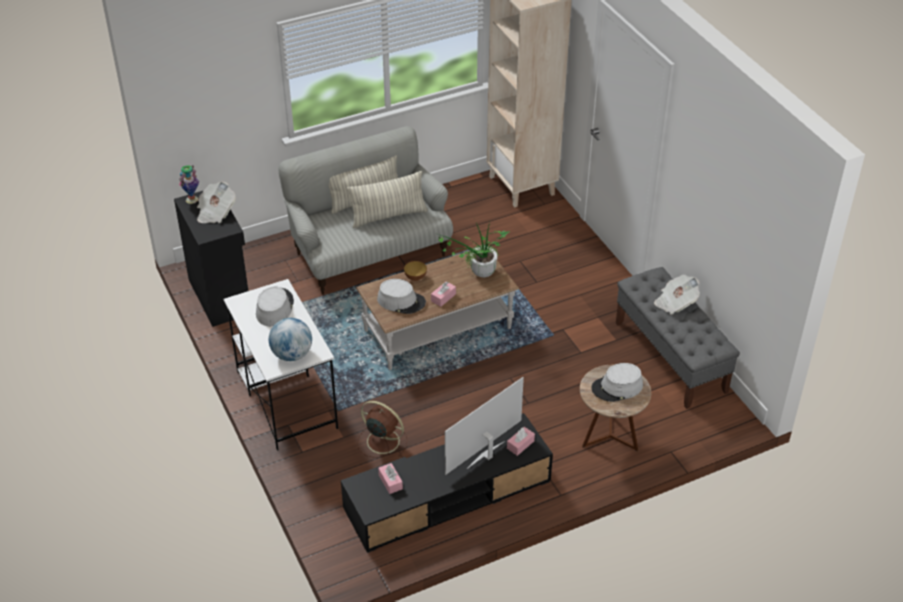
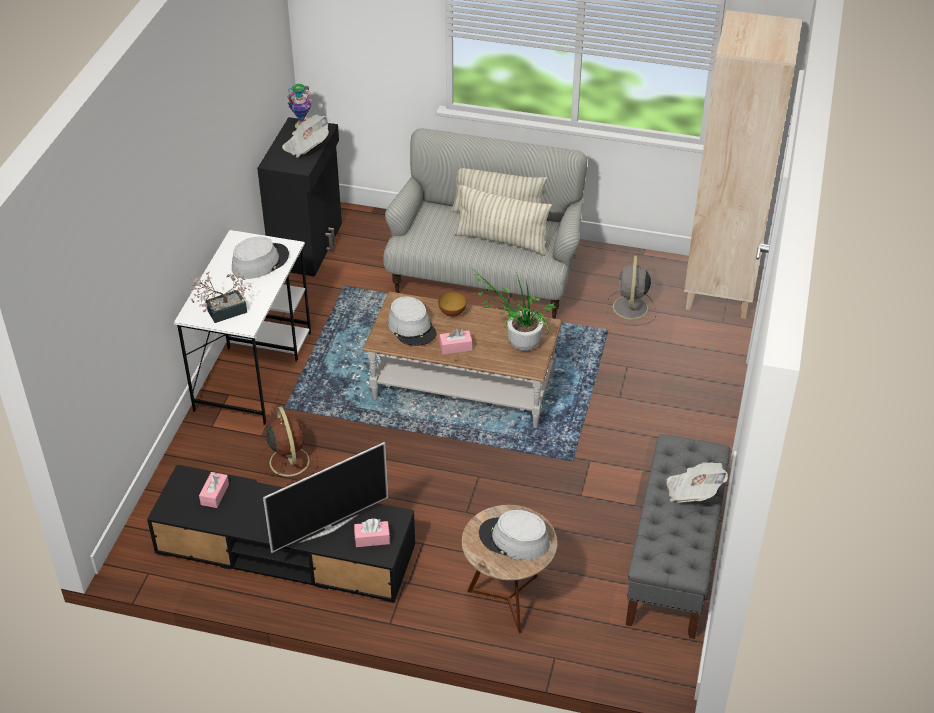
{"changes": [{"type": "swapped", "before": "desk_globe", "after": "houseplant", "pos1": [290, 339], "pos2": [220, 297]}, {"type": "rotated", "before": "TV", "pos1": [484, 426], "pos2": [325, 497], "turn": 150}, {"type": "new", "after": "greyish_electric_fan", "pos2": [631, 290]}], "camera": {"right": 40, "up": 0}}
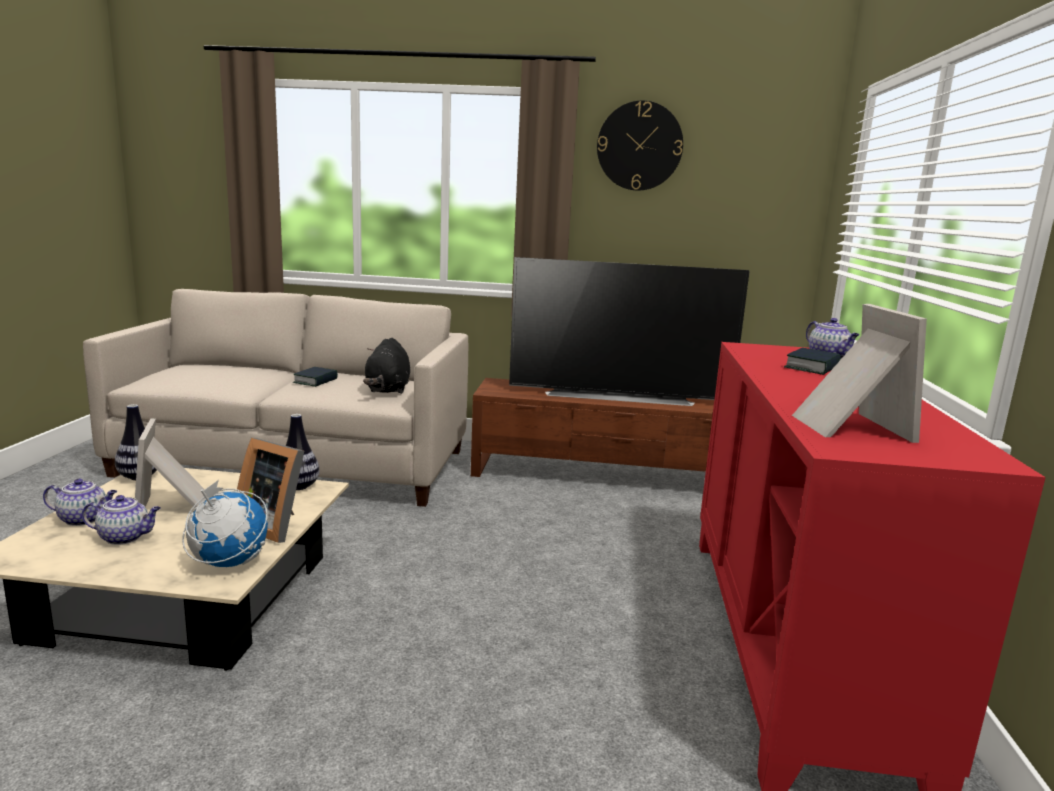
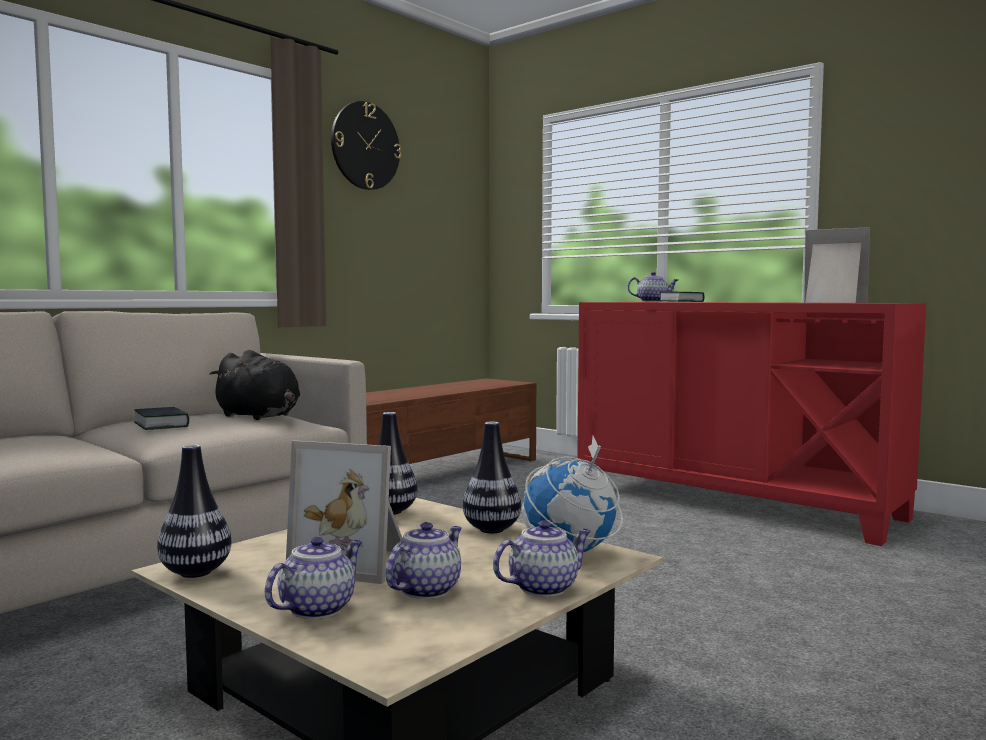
{"changes": [{"type": "swapped", "before": "photo_frame", "after": "vase", "pos1": [270, 490], "pos2": [492, 477]}, {"type": "new", "after": "pot_for_tea", "pos2": [542, 558]}, {"type": "gone", "before": "TV", "pos1": [629, 331]}], "camera": {"right": -55, "up": -10}}
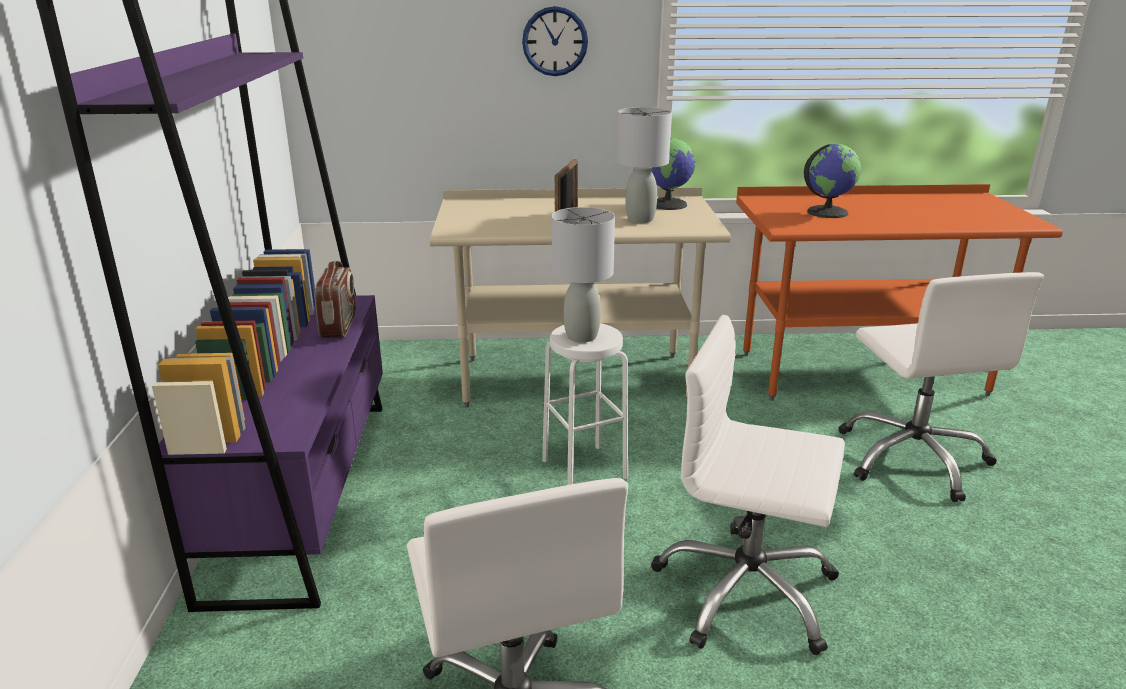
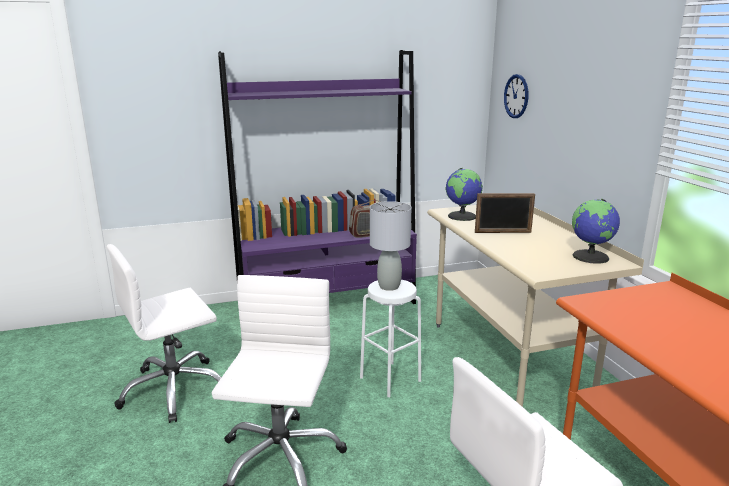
{"changes": [{"type": "shifted", "before": "desk_globe", "pos1": [832, 181], "pos2": [464, 194]}, {"type": "shifted", "before": "clock_on_the_wall", "pos1": [555, 41], "pos2": [516, 96]}, {"type": "gone", "before": "greyish_tabletop_lamp", "pos1": [644, 165]}], "camera": {"right": 75, "up": -5}}
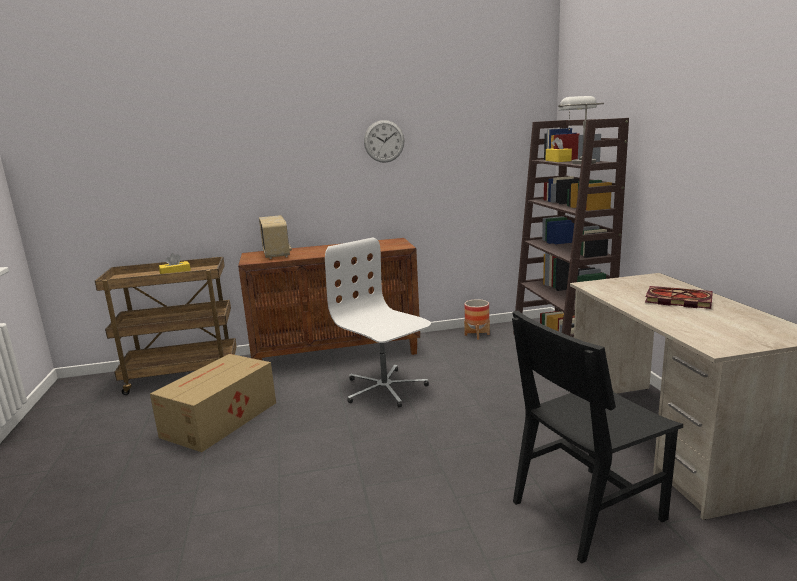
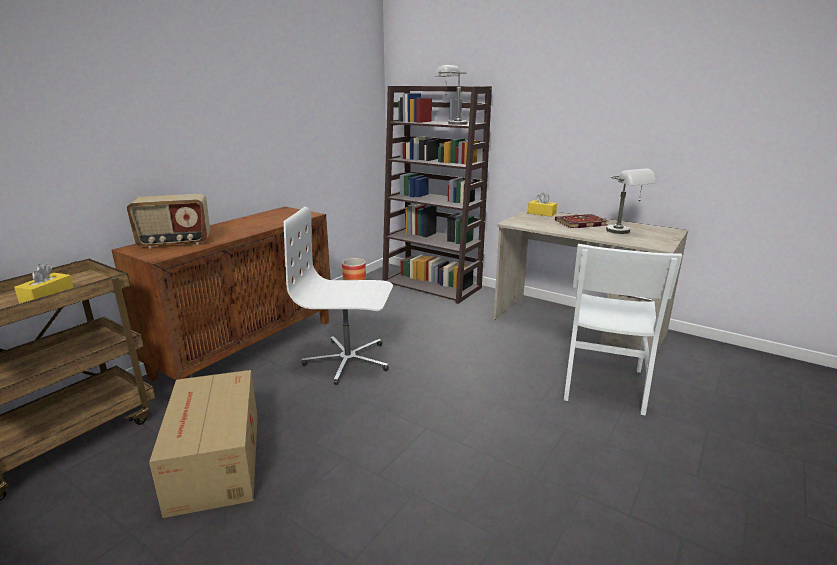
{"changes": [{"type": "rotated", "before": "radio", "pos1": [275, 237], "pos2": [168, 221], "turn": 135}, {"type": "shifted", "before": "yellowish_tissue_holder", "pos1": [559, 149], "pos2": [542, 204]}, {"type": "repainted", "before": "black_chair", "after": "whitish_chair", "pos1": [597, 437], "pos2": [623, 330]}, {"type": "new", "after": "greyish_tabletop_lamp", "pos2": [631, 201]}, {"type": "gone", "before": "clock_on_the_wall", "pos1": [384, 141]}], "camera": {"right": -45, "up": 5}}
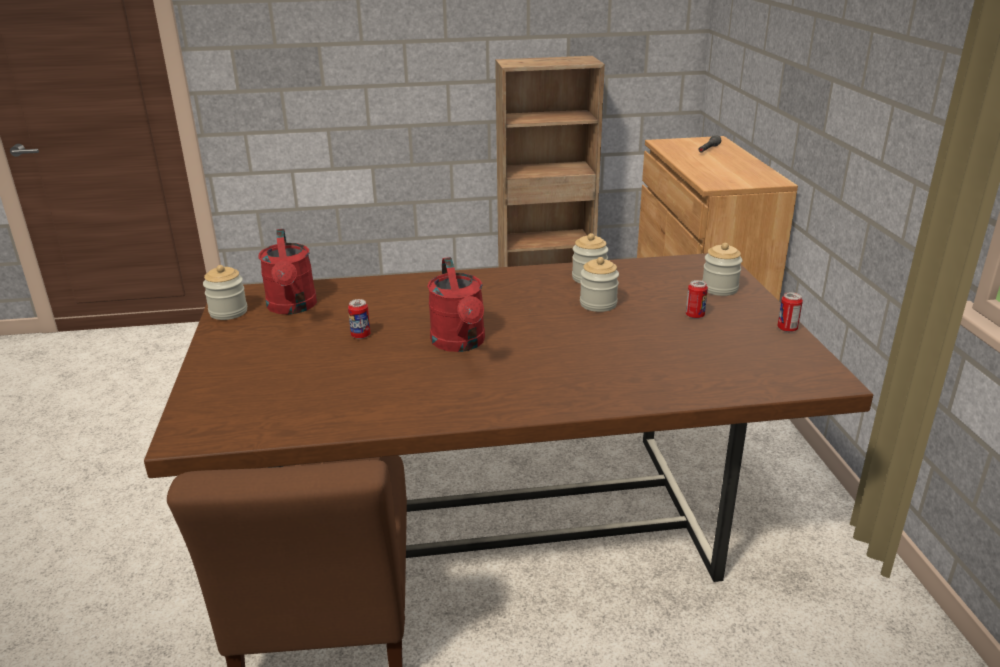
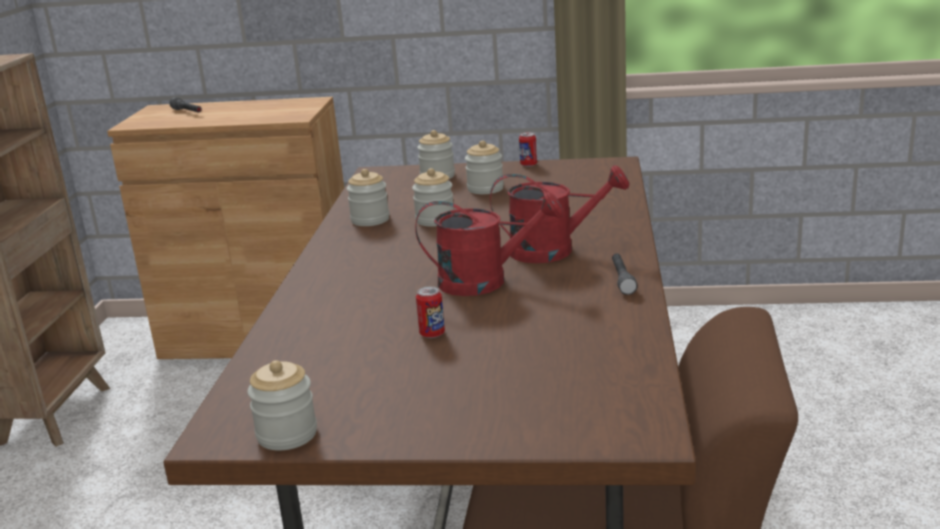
{"changes": [{"type": "swapped", "before": "metal_can", "after": "storage_jar", "pos1": [697, 299], "pos2": [484, 167]}, {"type": "shifted", "before": "reddish_watering_pot", "pos1": [288, 271], "pos2": [559, 214]}, {"type": "new", "after": "greyish_torch", "pos2": [624, 274]}], "camera": {"right": -75, "up": -5}}
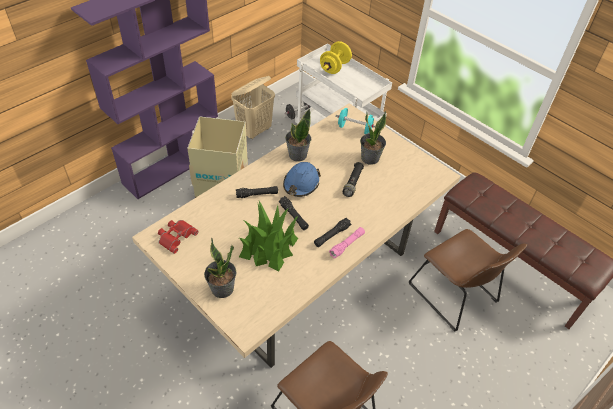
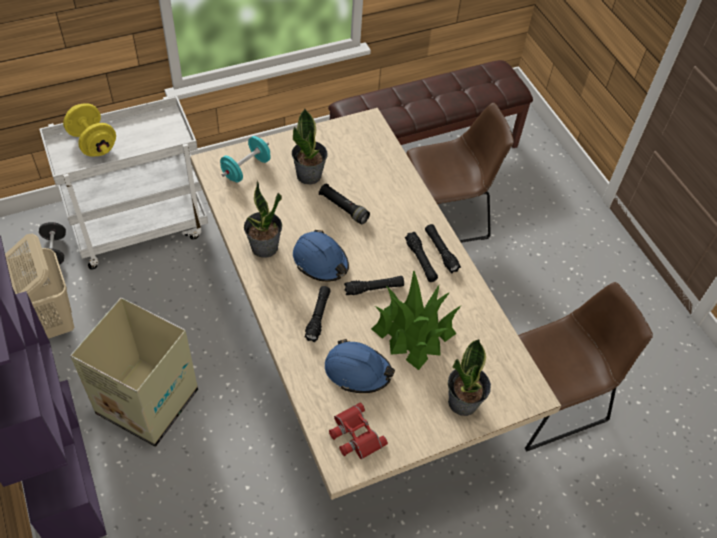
{"changes": [{"type": "new", "after": "blue_hard_hat", "pos2": [360, 366]}, {"type": "repainted", "before": "pink-coloured_torch", "after": "black_torch", "pos1": [347, 242], "pos2": [443, 248]}], "camera": {"right": -70, "up": 5}}
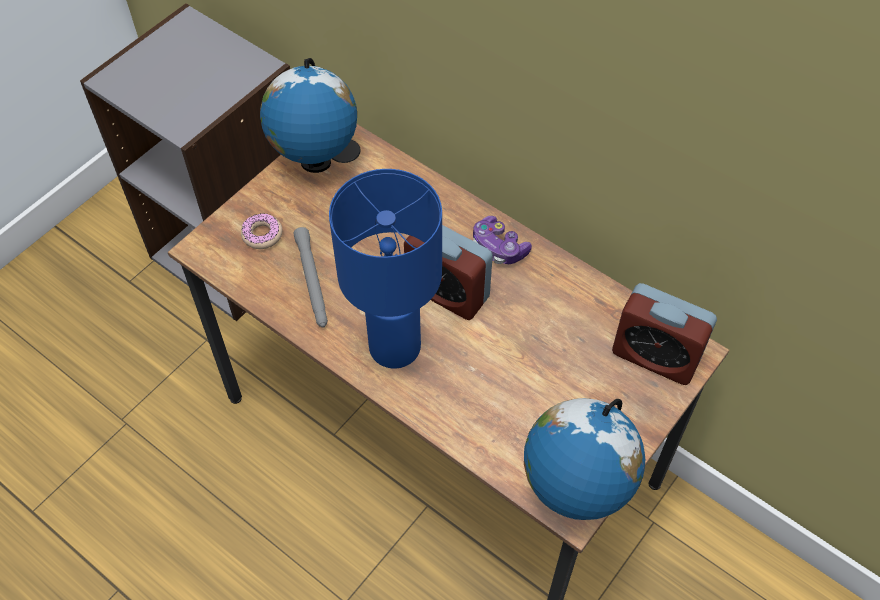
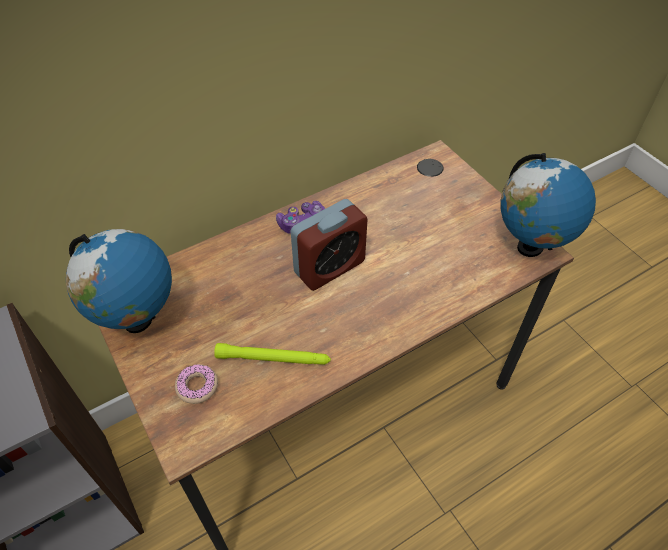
{"changes": [{"type": "repainted", "before": "greyish_torch", "after": "green_torch", "pos1": [310, 277], "pos2": [272, 354]}, {"type": "gone", "before": "blue_tabletop_lamp", "pos1": [385, 269]}, {"type": "gone", "before": "alarm_clock", "pos1": [664, 334]}], "camera": {"right": -70, "up": -5}}
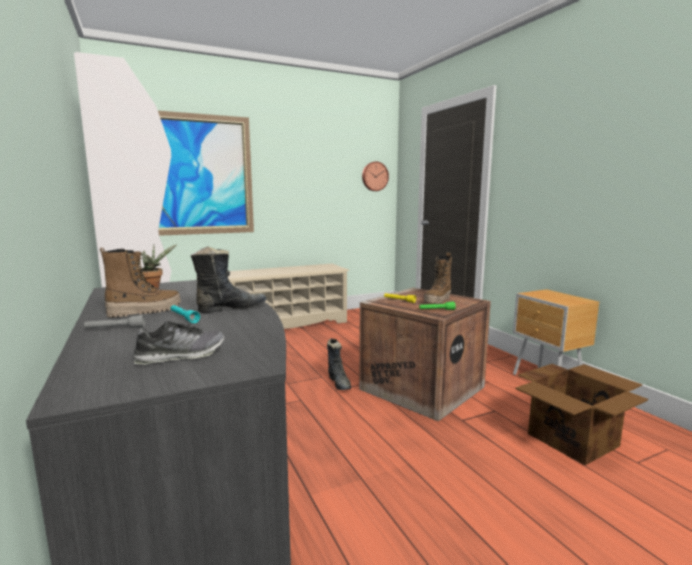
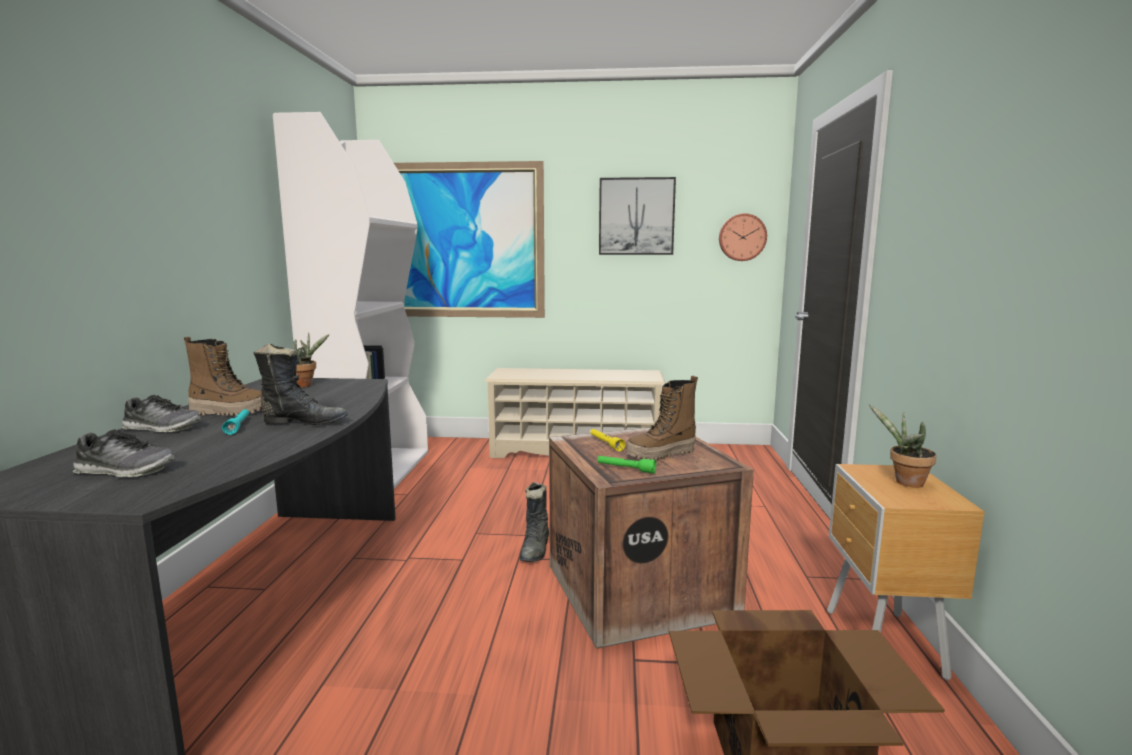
{"changes": [{"type": "swapped", "before": "greyish_torch", "after": "low_shoe", "pos1": [114, 321], "pos2": [161, 413]}, {"type": "new", "after": "wall_picture", "pos2": [637, 216]}, {"type": "new", "after": "houseplant", "pos2": [903, 446]}], "camera": {"right": 30, "up": 0}}
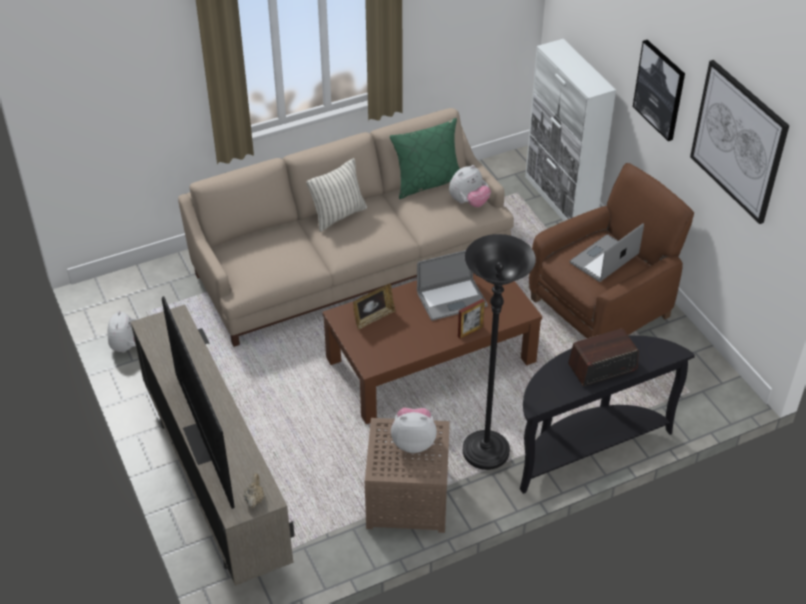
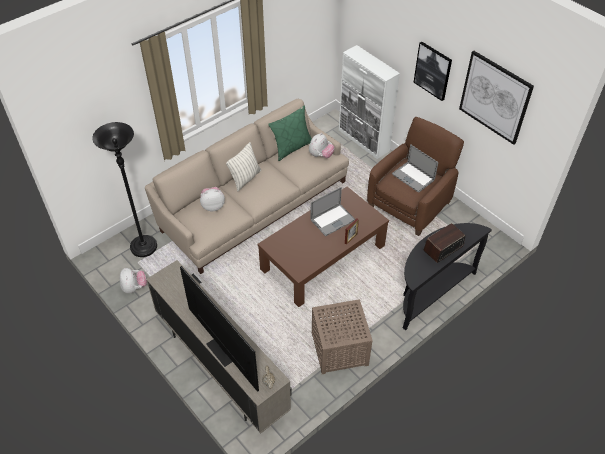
{"changes": [{"type": "shifted", "before": "black_standard_lamp", "pos1": [499, 352], "pos2": [124, 189]}, {"type": "shifted", "before": "plush_toy", "pos1": [414, 430], "pos2": [212, 199]}, {"type": "rotated", "before": "portable_computer", "pos1": [606, 253], "pos2": [415, 168], "turn": -75}, {"type": "gone", "before": "photo_frame", "pos1": [374, 307]}], "camera": {"right": -15, "up": 5}}
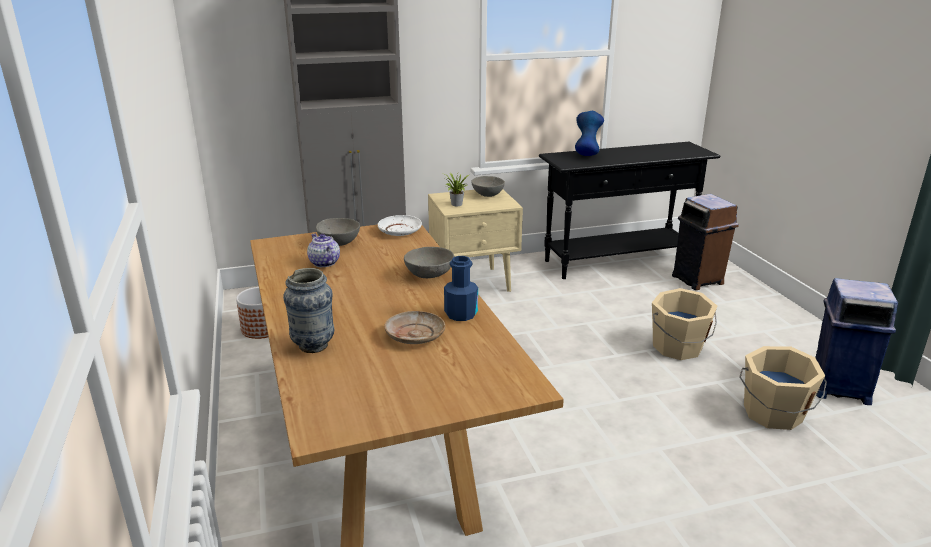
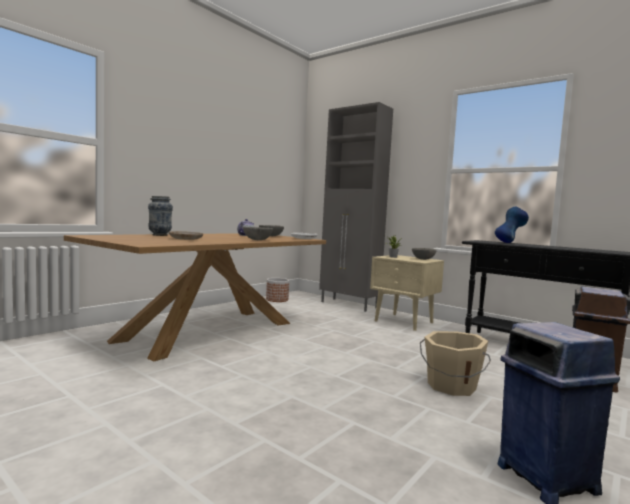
{"changes": [{"type": "gone", "before": "blue_bottle", "pos1": [461, 288]}, {"type": "gone", "before": "beige-coloured_water_bucket", "pos1": [783, 388]}], "camera": {"right": 55, "up": -20}}
